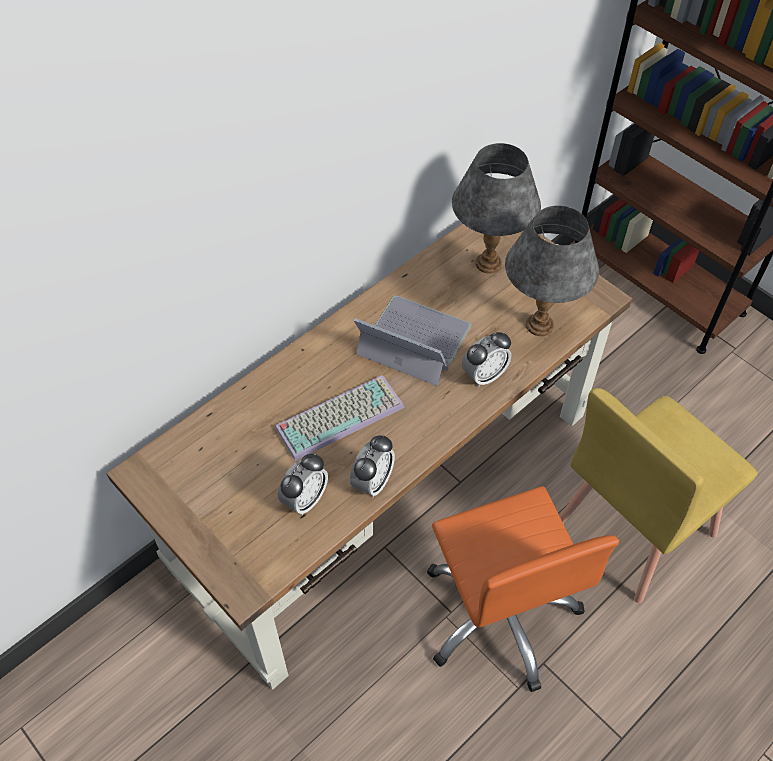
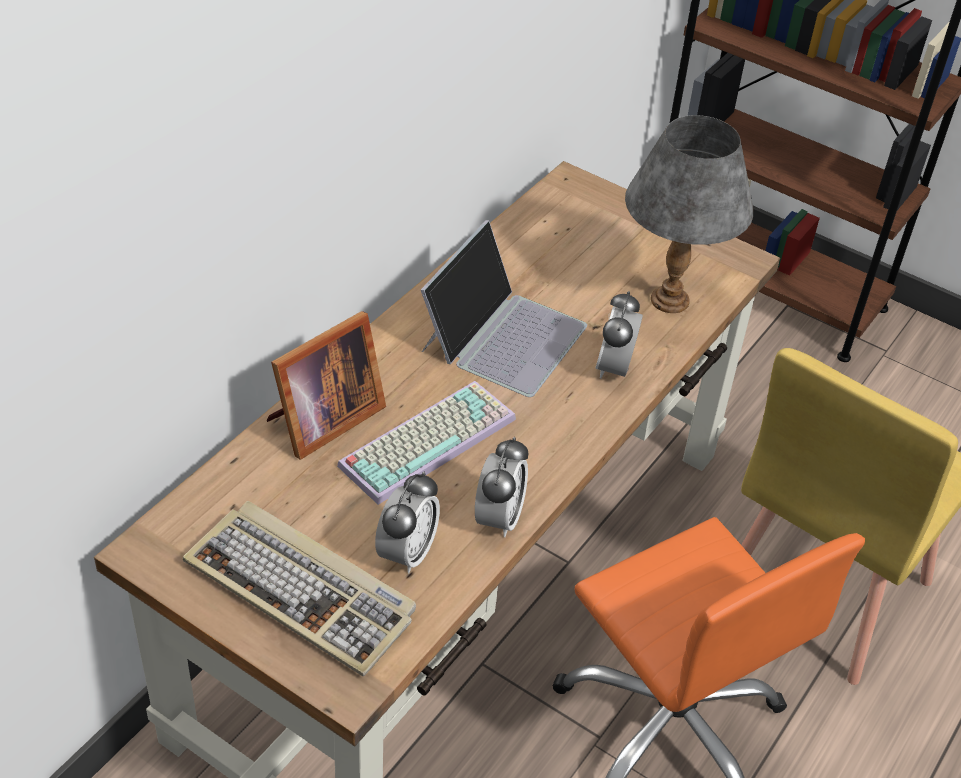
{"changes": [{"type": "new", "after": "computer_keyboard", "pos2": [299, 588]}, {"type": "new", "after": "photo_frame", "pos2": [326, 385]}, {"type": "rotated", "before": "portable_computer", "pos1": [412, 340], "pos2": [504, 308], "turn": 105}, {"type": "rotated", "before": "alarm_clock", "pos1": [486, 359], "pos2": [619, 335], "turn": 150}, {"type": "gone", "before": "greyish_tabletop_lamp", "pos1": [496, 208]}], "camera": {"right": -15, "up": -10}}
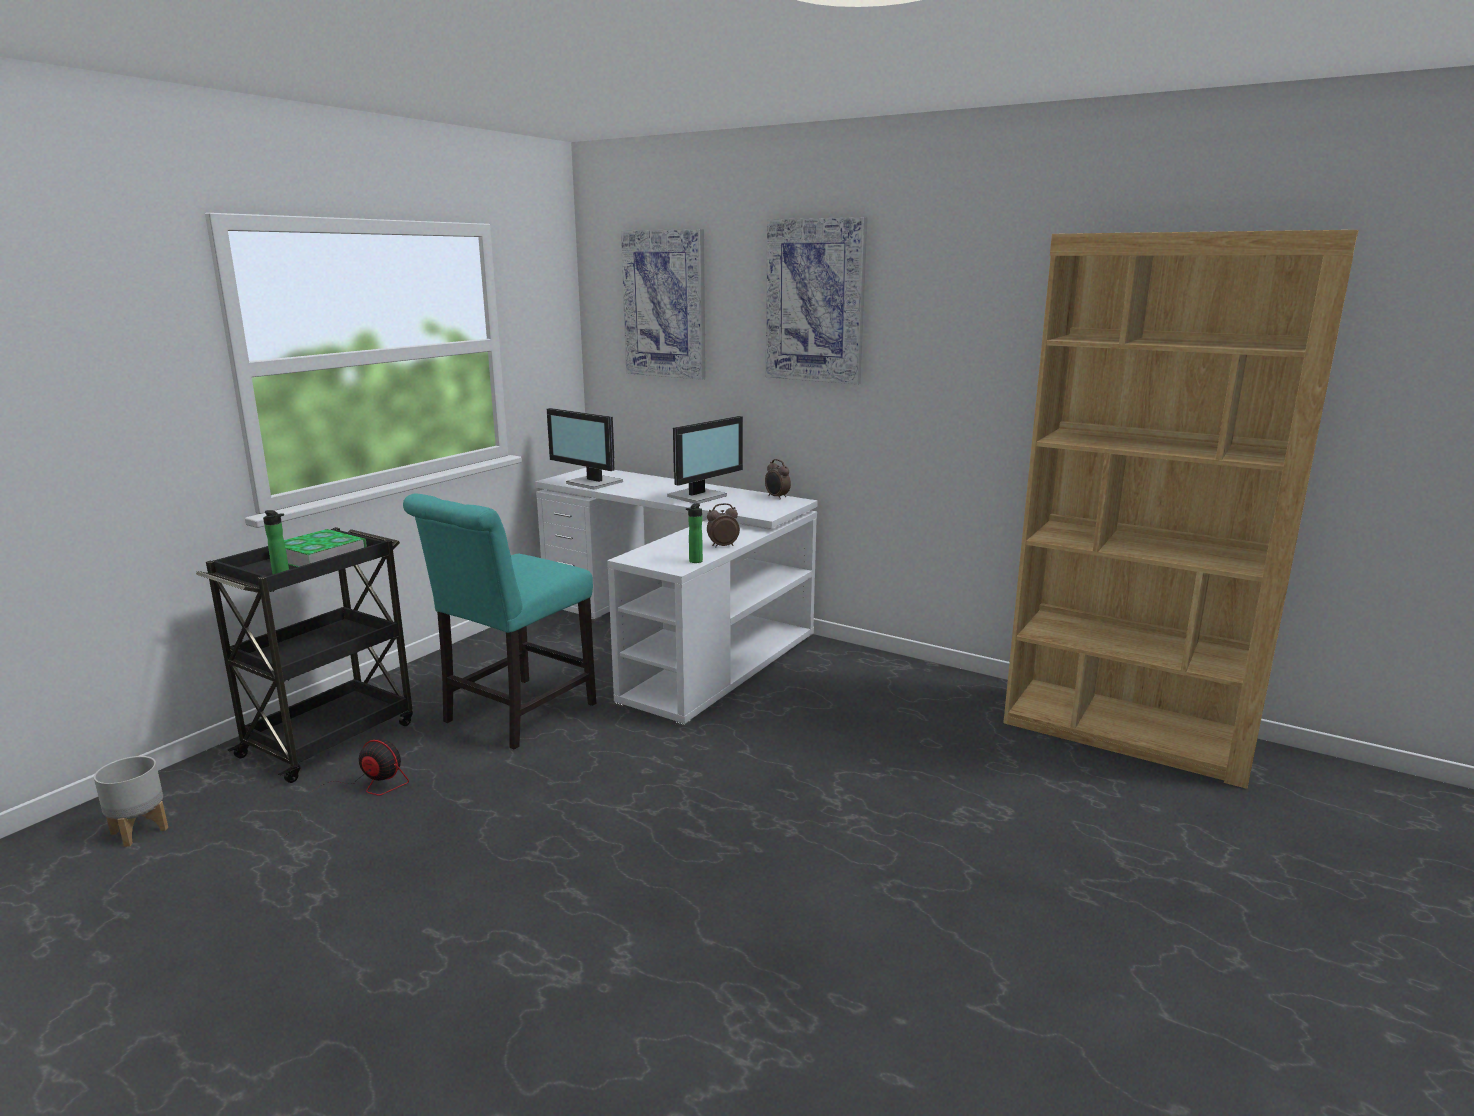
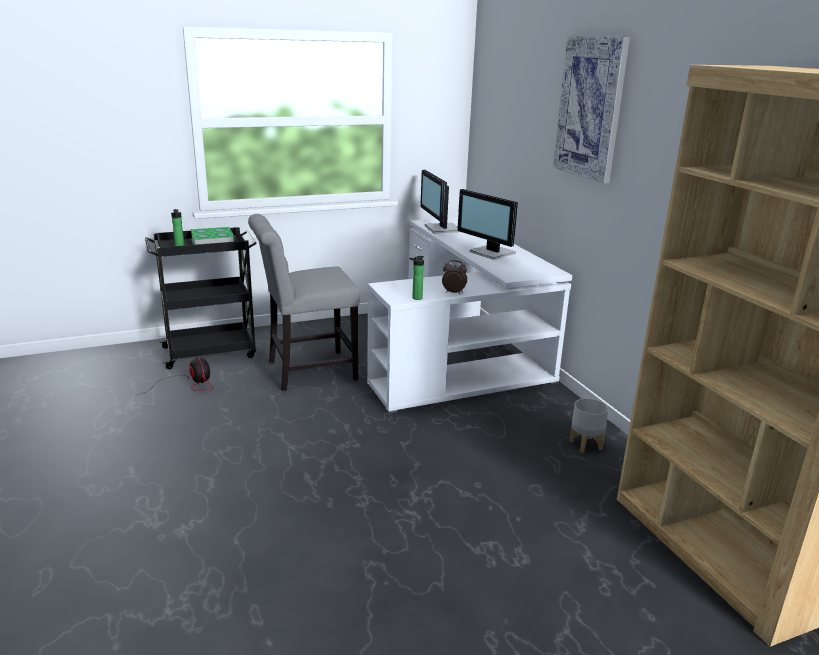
{"changes": [{"type": "repainted", "before": "turquoise_chair", "after": "greyish_chair", "pos1": [499, 621], "pos2": [304, 302]}, {"type": "rotated", "before": "computer_display", "pos1": [705, 460], "pos2": [487, 224], "turn": 60}, {"type": "shifted", "before": "greyish_flower_pot", "pos1": [131, 801], "pos2": [589, 425]}, {"type": "gone", "before": "wall_picture", "pos1": [663, 304]}, {"type": "gone", "before": "alarm_clock", "pos1": [778, 479]}], "camera": {"right": 35, "up": 5}}
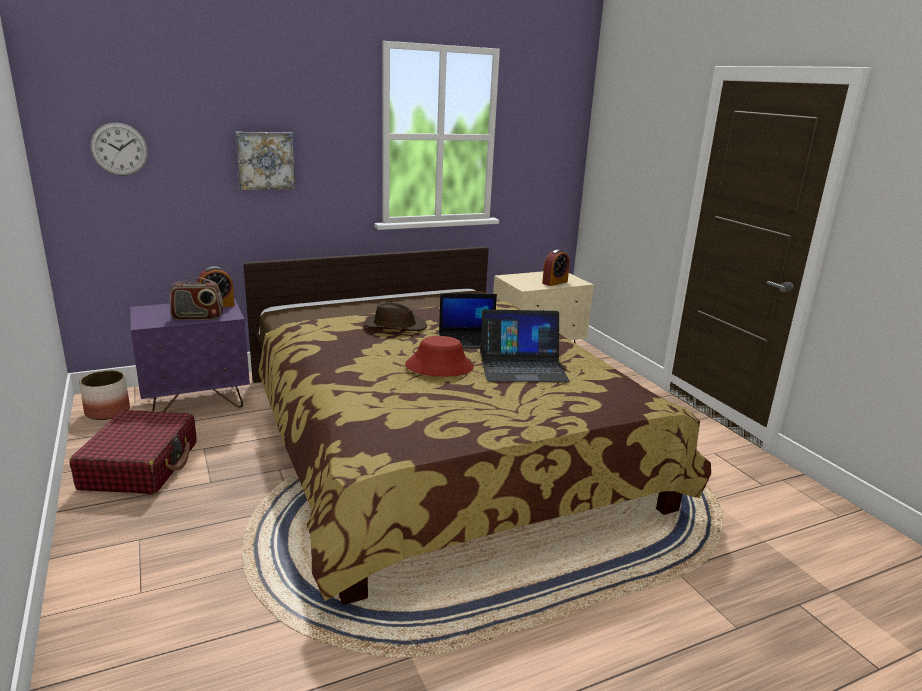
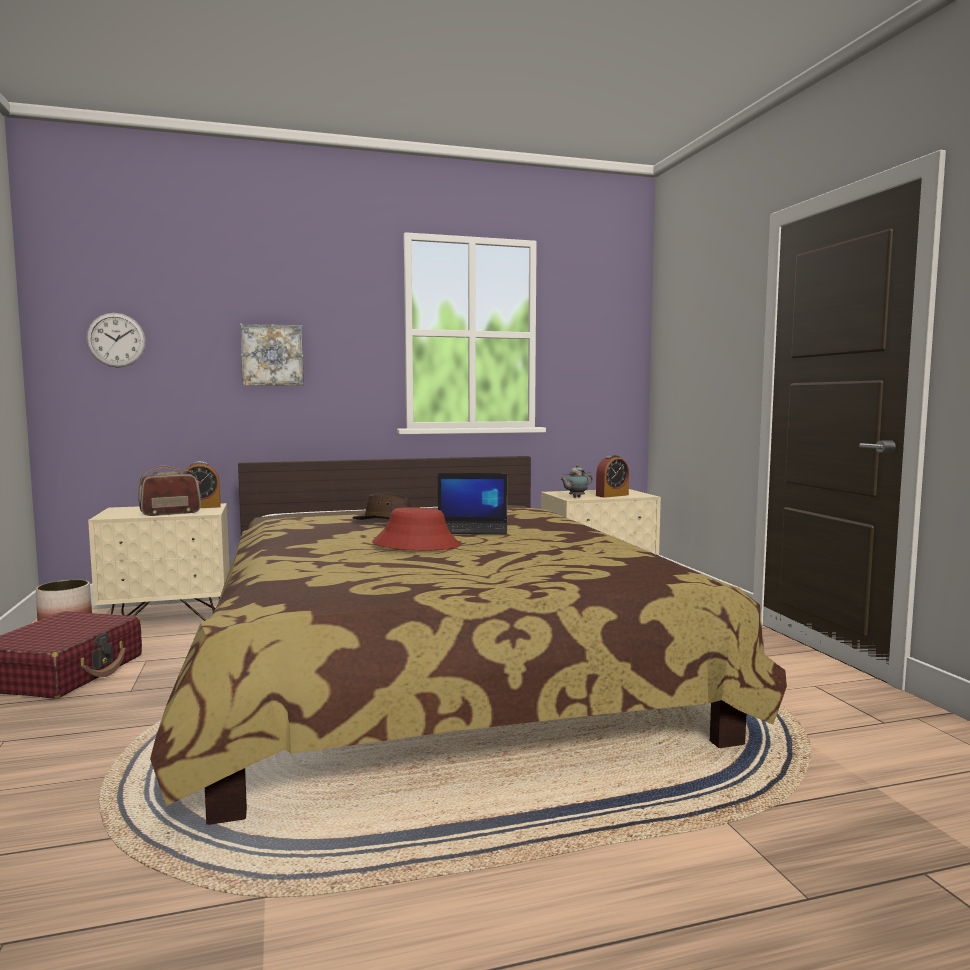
{"changes": [{"type": "repainted", "before": "purple-coloured_bedside_table", "after": "beige-coloured_bedside_table", "pos1": [190, 355], "pos2": [159, 562]}, {"type": "rotated", "before": "radio", "pos1": [196, 298], "pos2": [169, 490], "turn": 150}, {"type": "new", "after": "pot_for_tea", "pos2": [576, 481]}, {"type": "gone", "before": "portable_computer", "pos1": [525, 345]}], "camera": {"right": 10, "up": -15}}
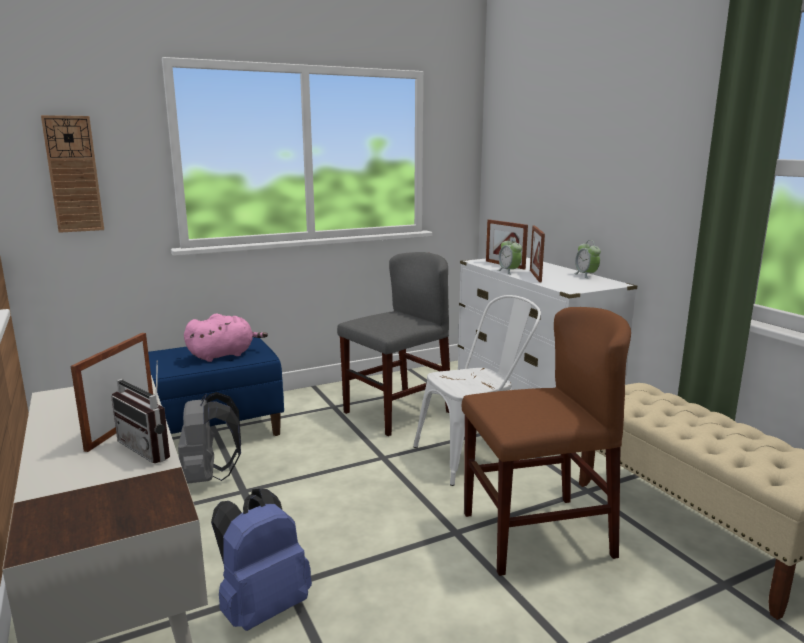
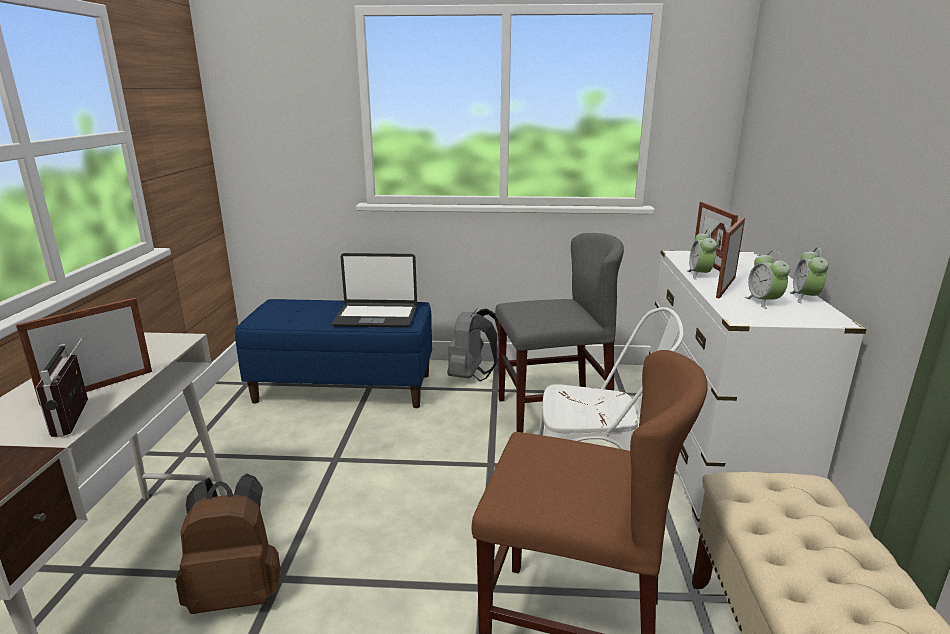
{"changes": [{"type": "repainted", "before": "blue_backpack", "after": "brown_backpack", "pos1": [261, 560], "pos2": [228, 544]}, {"type": "swapped", "before": "pink-coloured_plush_toy", "after": "portable_computer", "pos1": [226, 338], "pos2": [374, 290]}, {"type": "shifted", "before": "greyish_backpack", "pos1": [209, 438], "pos2": [472, 344]}, {"type": "new", "after": "alarm_clock", "pos2": [767, 280]}, {"type": "gone", "before": "clock_on_the_wall", "pos1": [72, 174]}], "camera": {"right": 30, "up": 5}}
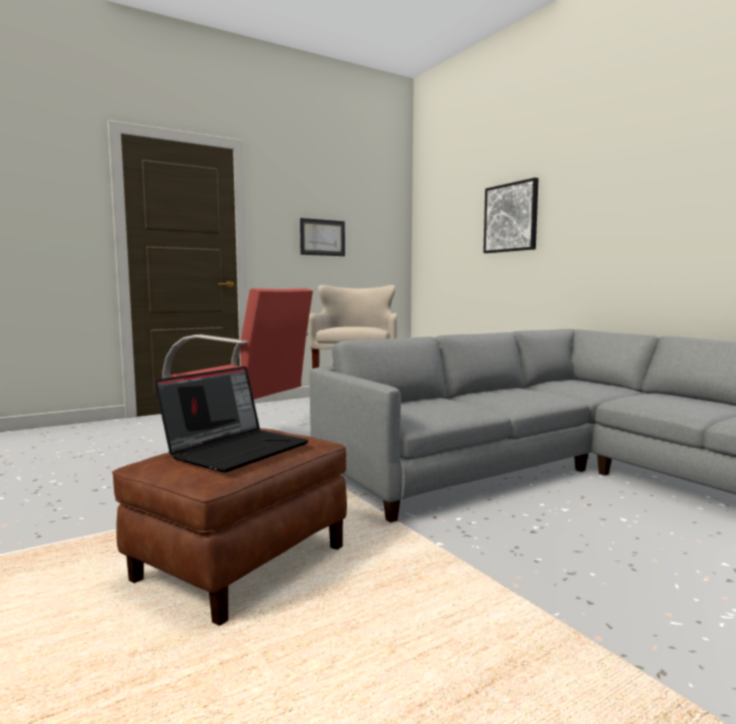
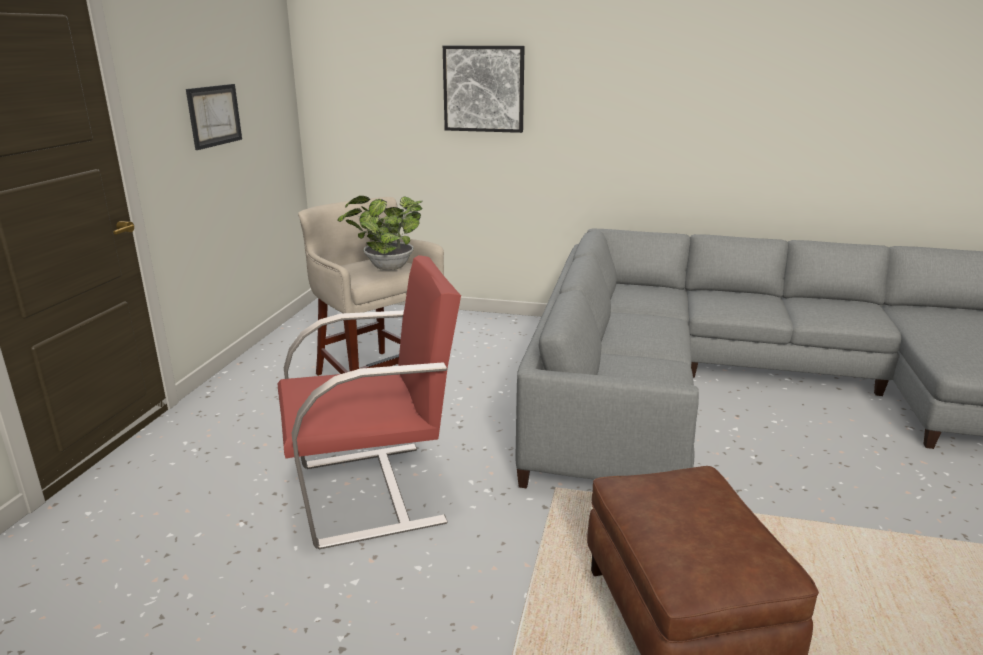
{"changes": [{"type": "new", "after": "houseplant", "pos2": [380, 233]}, {"type": "gone", "before": "portable_computer", "pos1": [232, 419]}], "camera": {"right": -45, "up": 15}}
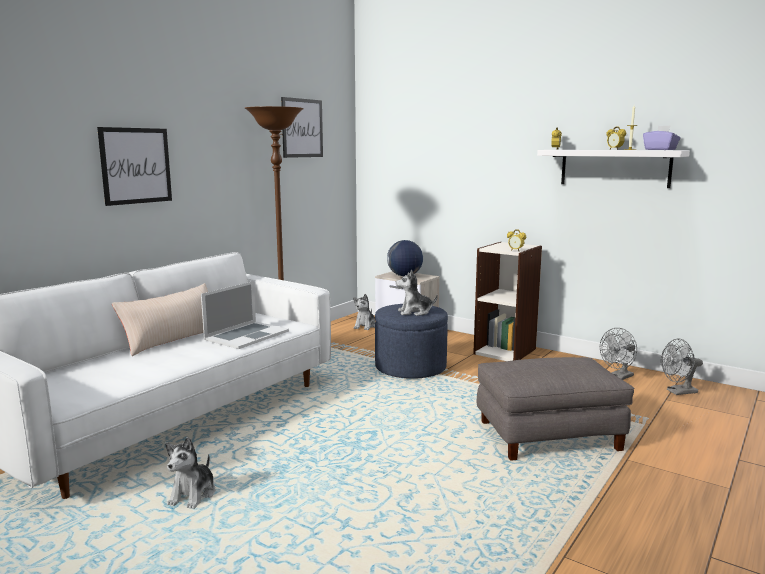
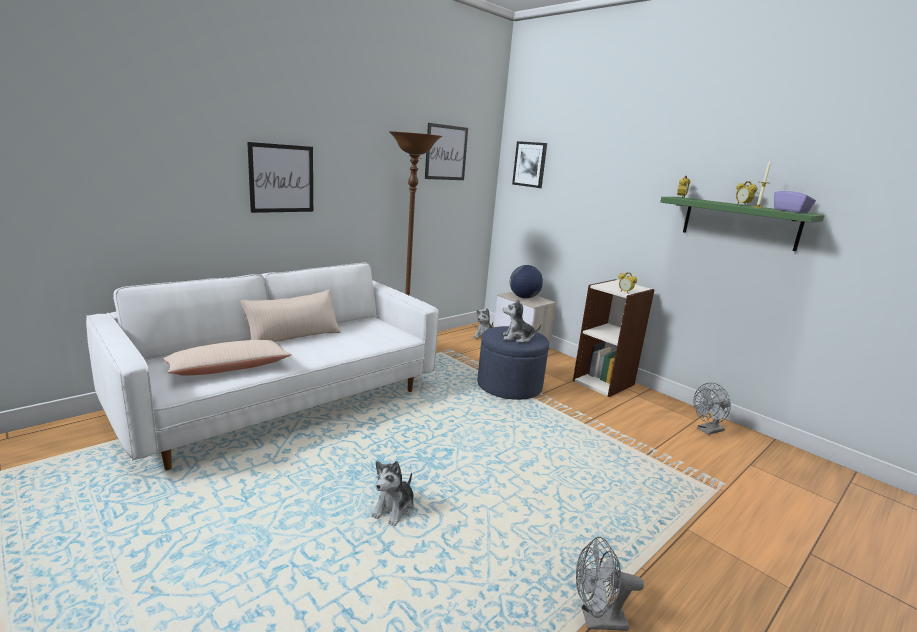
{"changes": [{"type": "new", "after": "beige-coloured_pillow", "pos2": [227, 358]}, {"type": "shifted", "before": "plush_toy", "pos1": [190, 473], "pos2": [392, 493]}, {"type": "new", "after": "wall_picture", "pos2": [529, 164]}, {"type": "shifted", "before": "greyish_electric_fan", "pos1": [682, 367], "pos2": [610, 584]}, {"type": "repainted", "before": "whitish_wall_shelf", "after": "green_wall_shelf", "pos1": [613, 169], "pos2": [742, 224]}, {"type": "gone", "before": "portable_computer", "pos1": [245, 315]}, {"type": "gone", "before": "greyish_ottoman", "pos1": [556, 409]}], "camera": {"right": 10, "up": 5}}
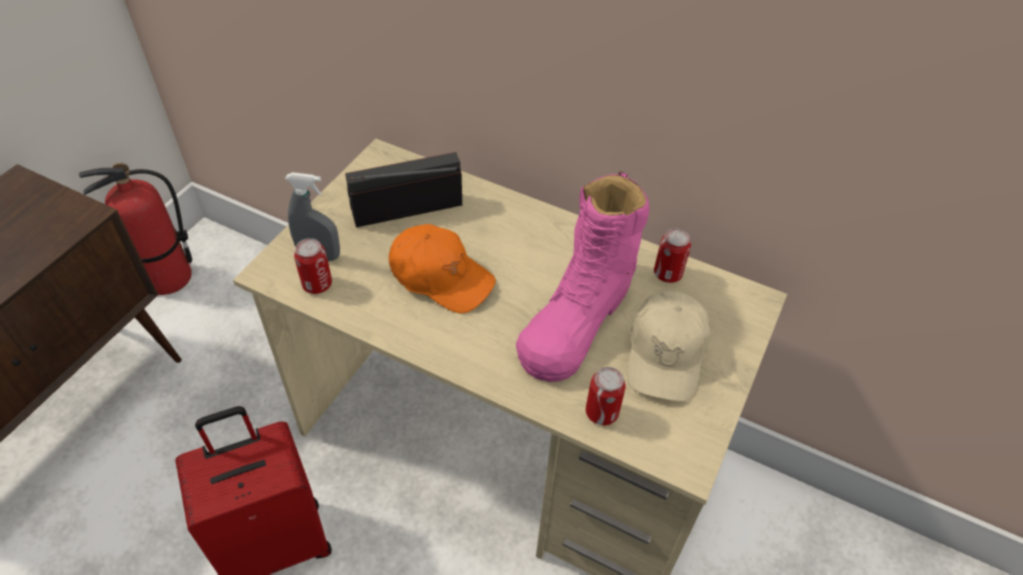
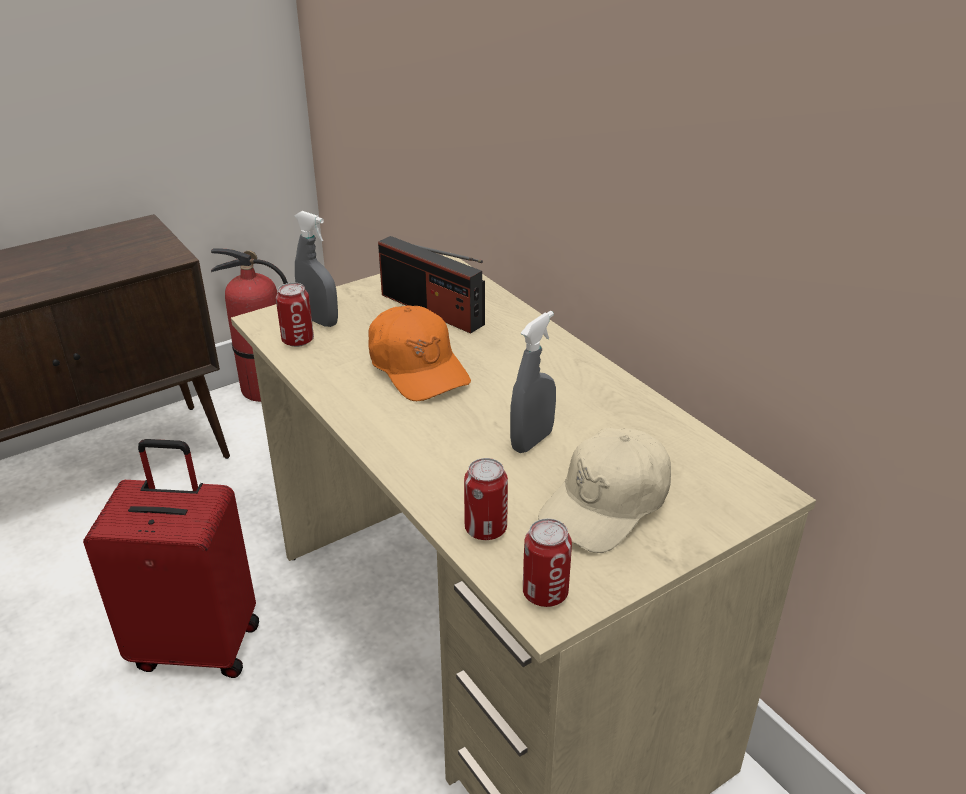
{"changes": [{"type": "rotated", "before": "radio", "pos1": [403, 190], "pos2": [431, 285], "turn": -150}, {"type": "swapped", "before": "pink-coloured_boot", "after": "greyish_spray_bottle", "pos1": [583, 277], "pos2": [533, 382]}, {"type": "shifted", "before": "metal_can", "pos1": [672, 255], "pos2": [547, 562]}], "camera": {"right": 30, "up": -15}}
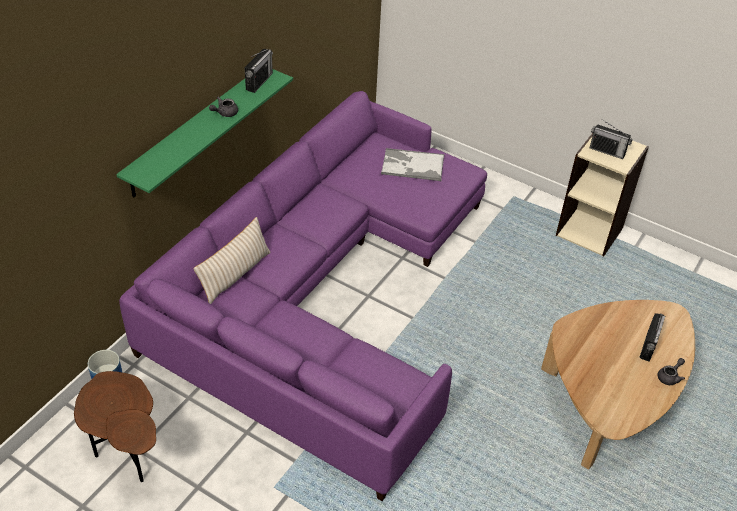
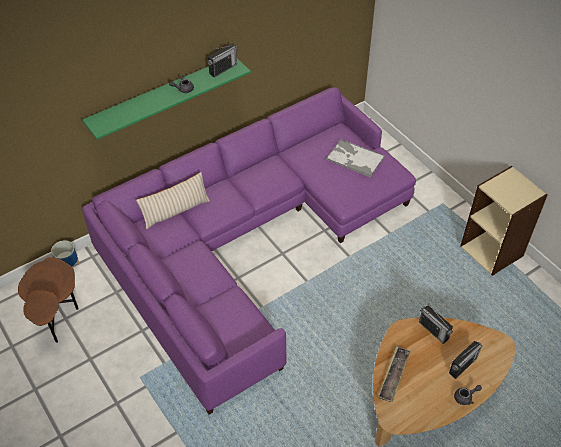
{"changes": [{"type": "new", "after": "serving_tray", "pos2": [394, 374]}, {"type": "shifted", "before": "radio", "pos1": [611, 139], "pos2": [436, 324]}], "camera": {"right": 25, "up": 5}}
